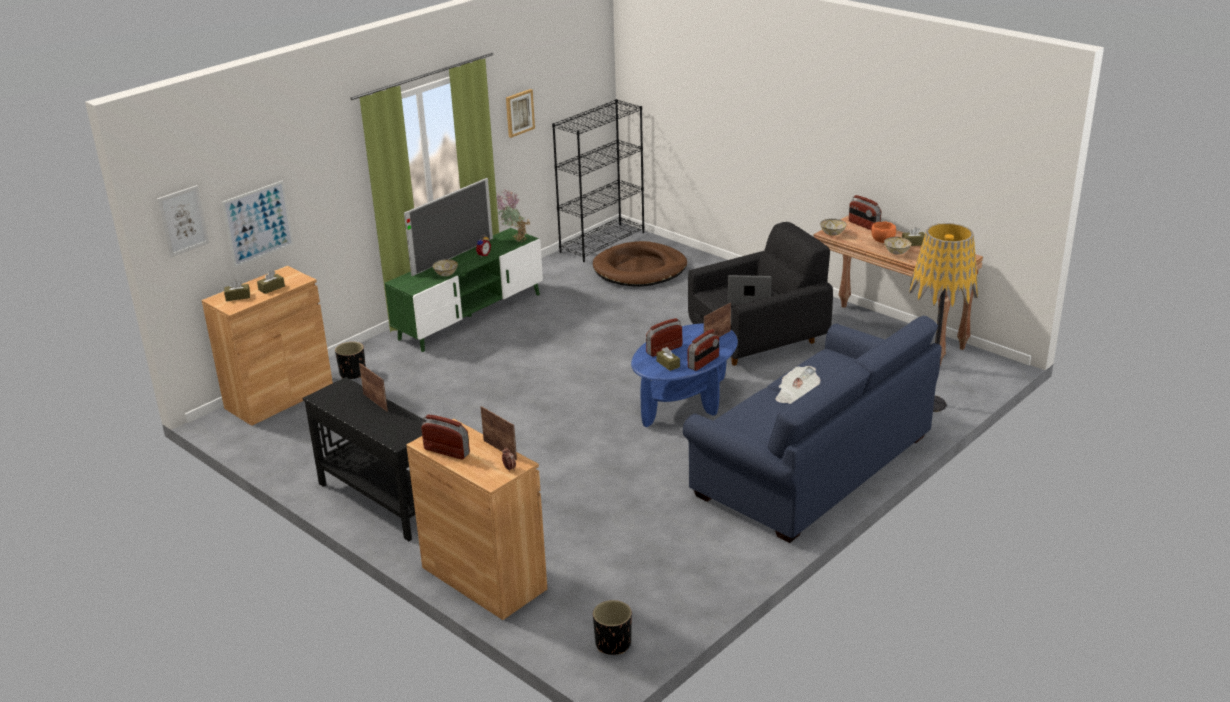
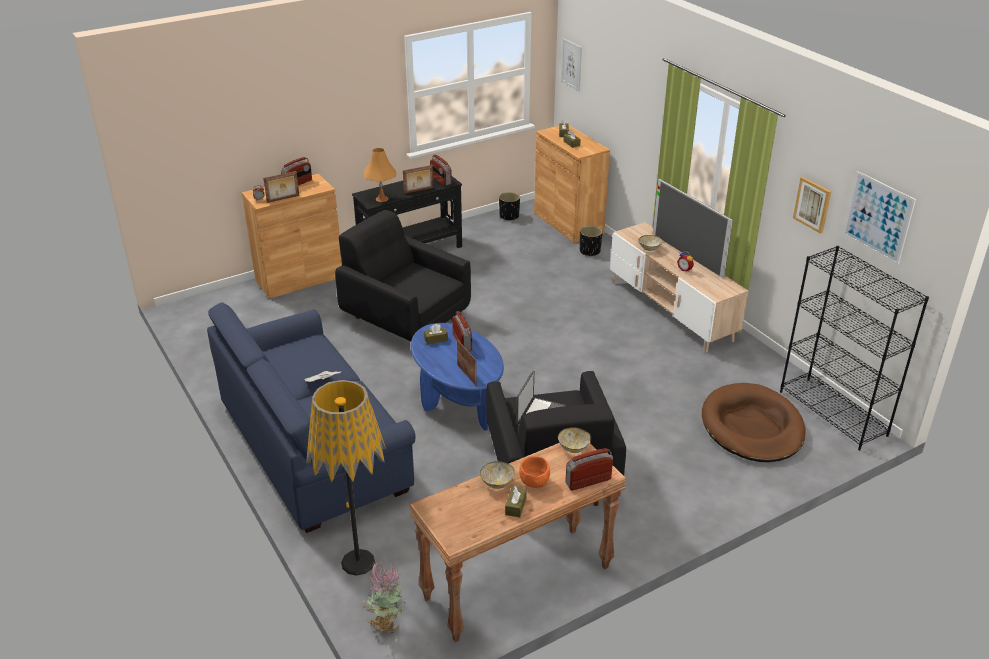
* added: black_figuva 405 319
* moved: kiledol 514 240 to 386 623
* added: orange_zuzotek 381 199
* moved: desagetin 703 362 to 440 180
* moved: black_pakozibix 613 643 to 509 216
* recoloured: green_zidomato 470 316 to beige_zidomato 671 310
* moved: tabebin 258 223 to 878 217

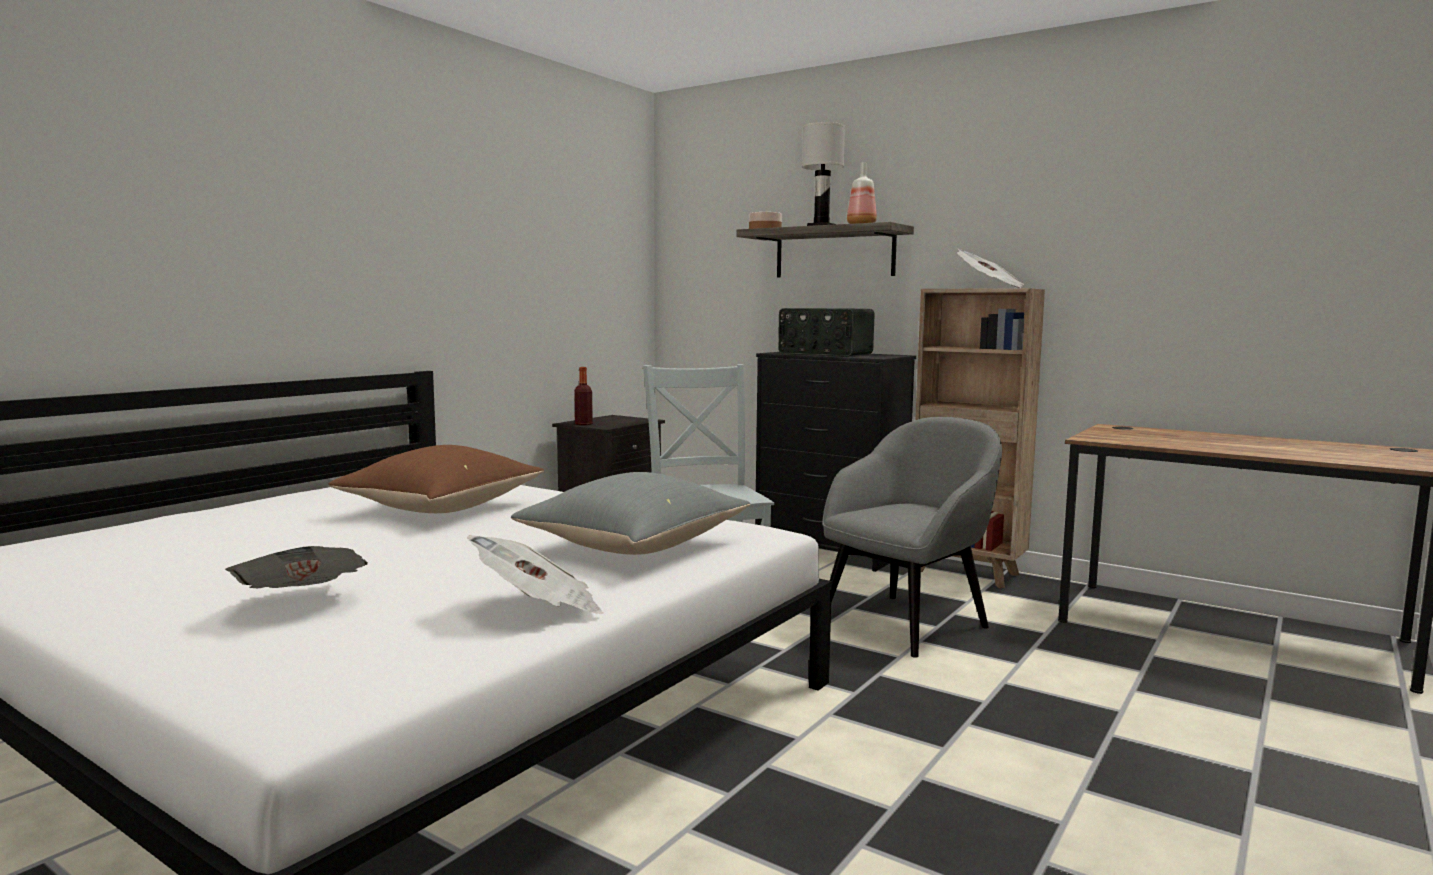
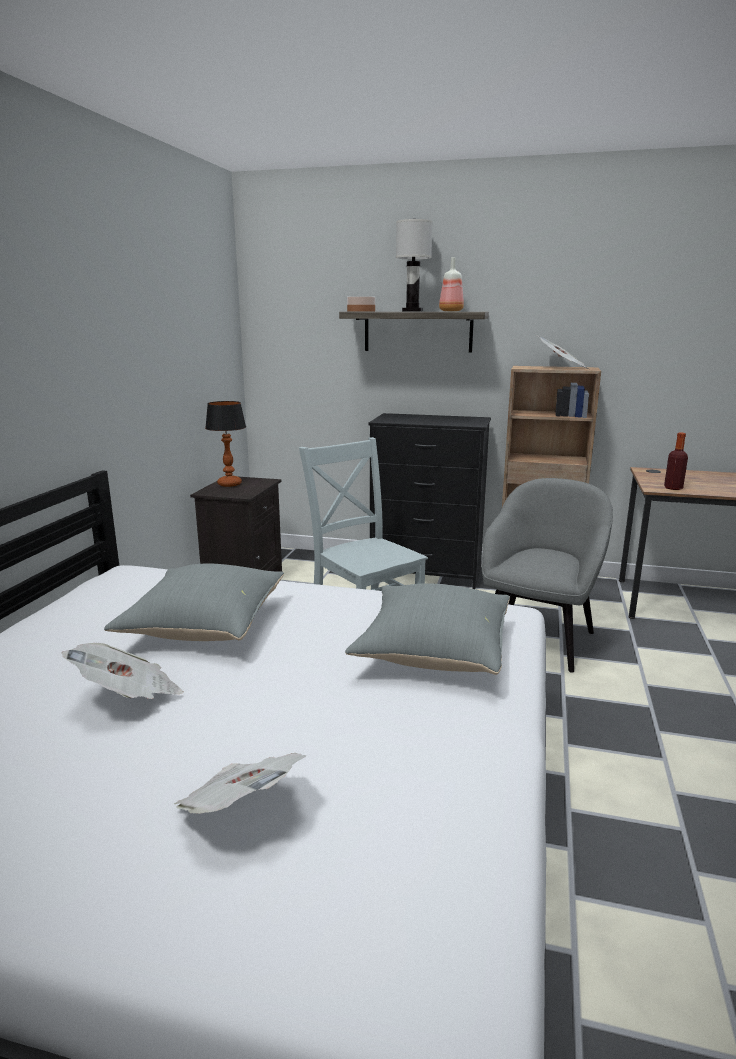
* moved: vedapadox 539 608 to 129 696
* recoloured: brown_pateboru 442 509 to grey_pateboru 204 626
* added: zuzotek 229 484
* moved: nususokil 583 424 to 673 488
* removed: desagetin 825 354

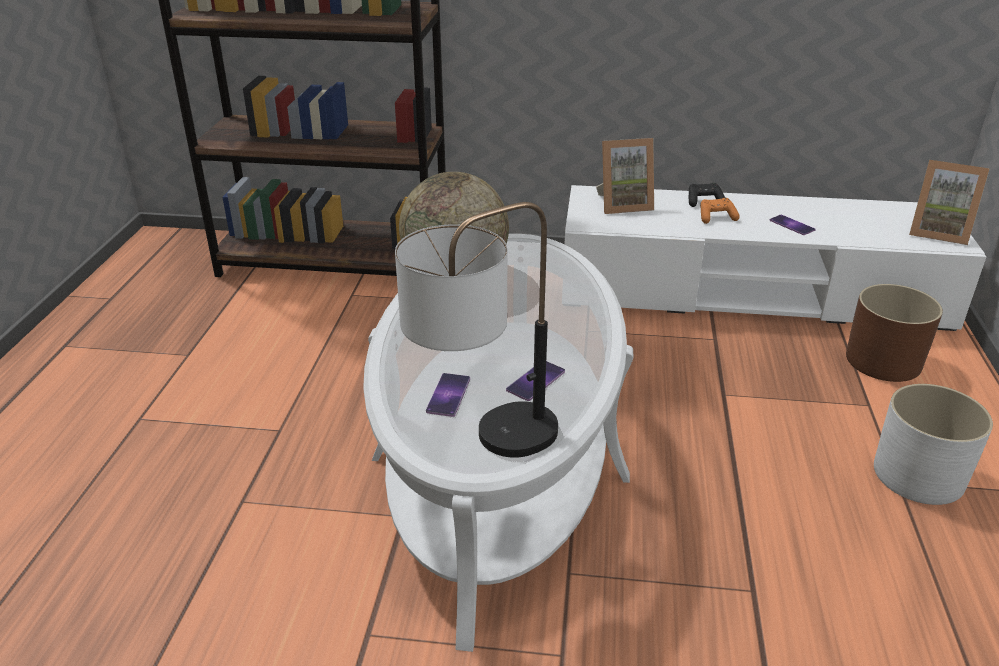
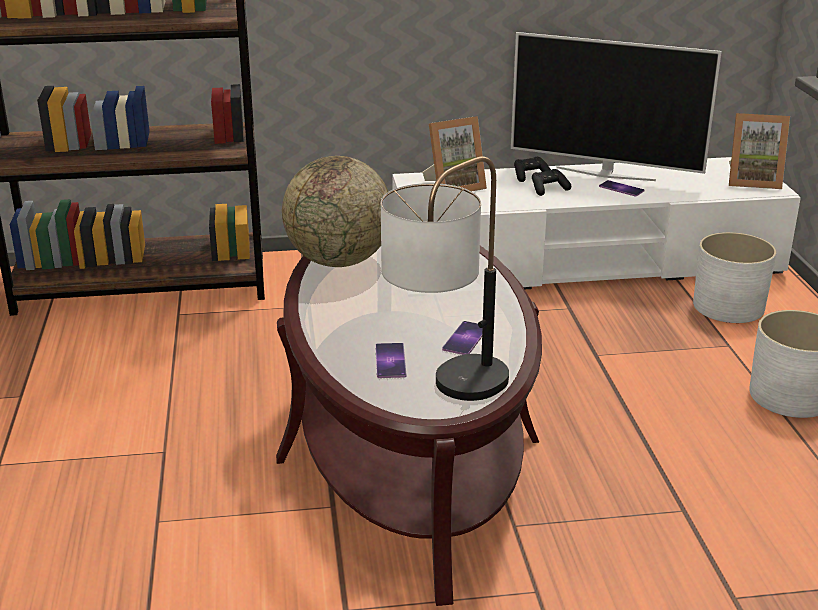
* recoloured: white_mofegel 499 466 to brown_mofegel 409 448
* added: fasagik 605 173
* recoloured: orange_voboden 716 218 to black_voboden 548 189
* recoloured: brown_pakozibix 883 361 to white_pakozibix 728 306

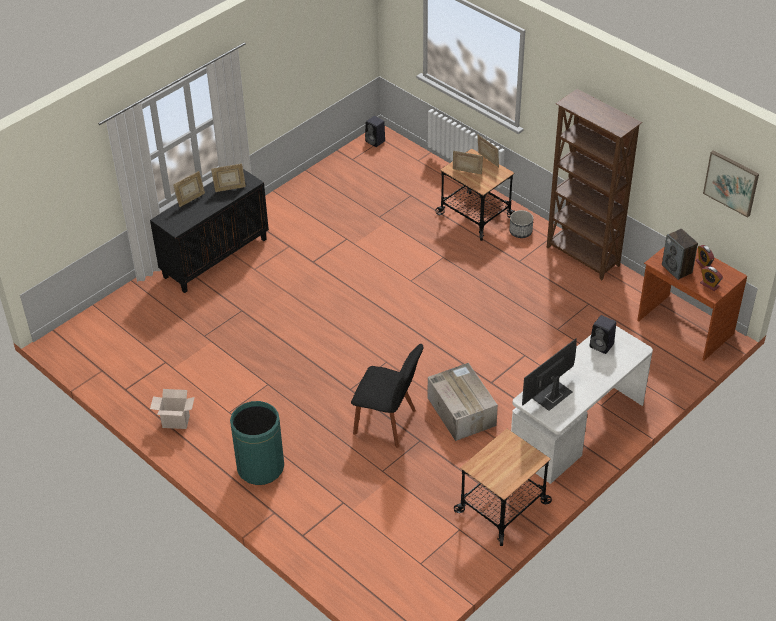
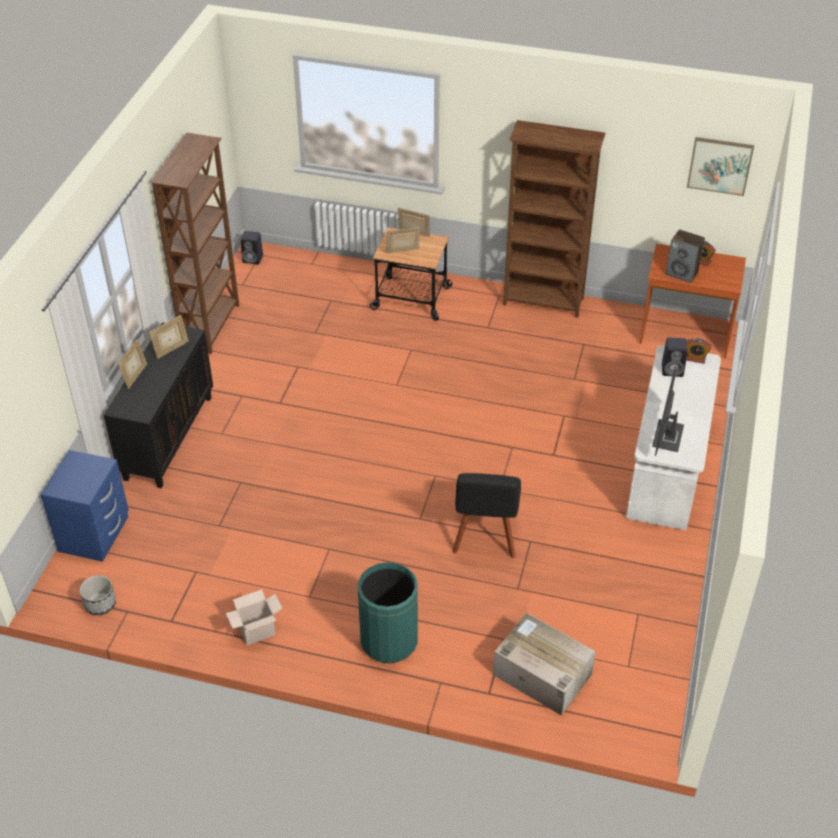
* added: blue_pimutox 95 534
* moved: pakozibix 520 232 to 100 604
* added: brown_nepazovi 211 326
* turned: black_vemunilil 388 423 = 485 537 105 degrees clockwise
* moved: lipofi 461 411 to 541 674
* moved: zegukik 709 285 to 695 358
* removed: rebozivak 503 508

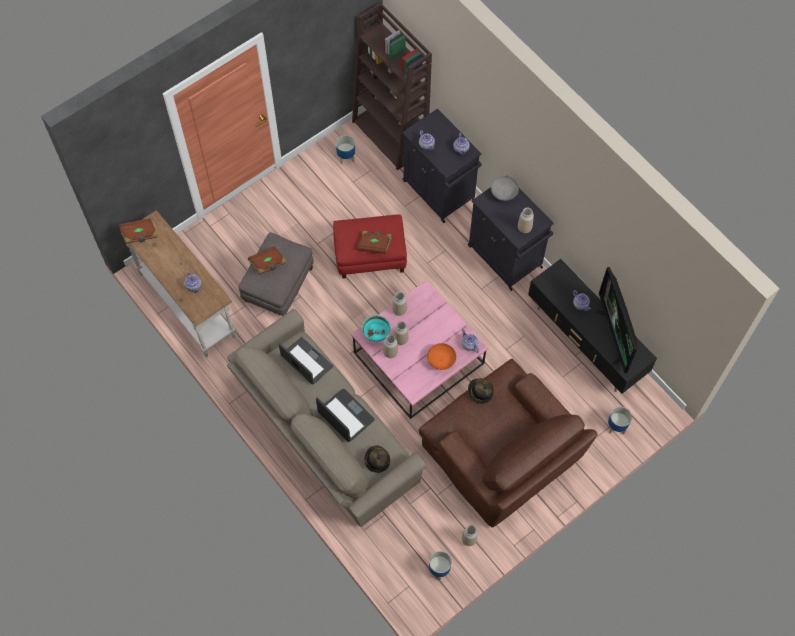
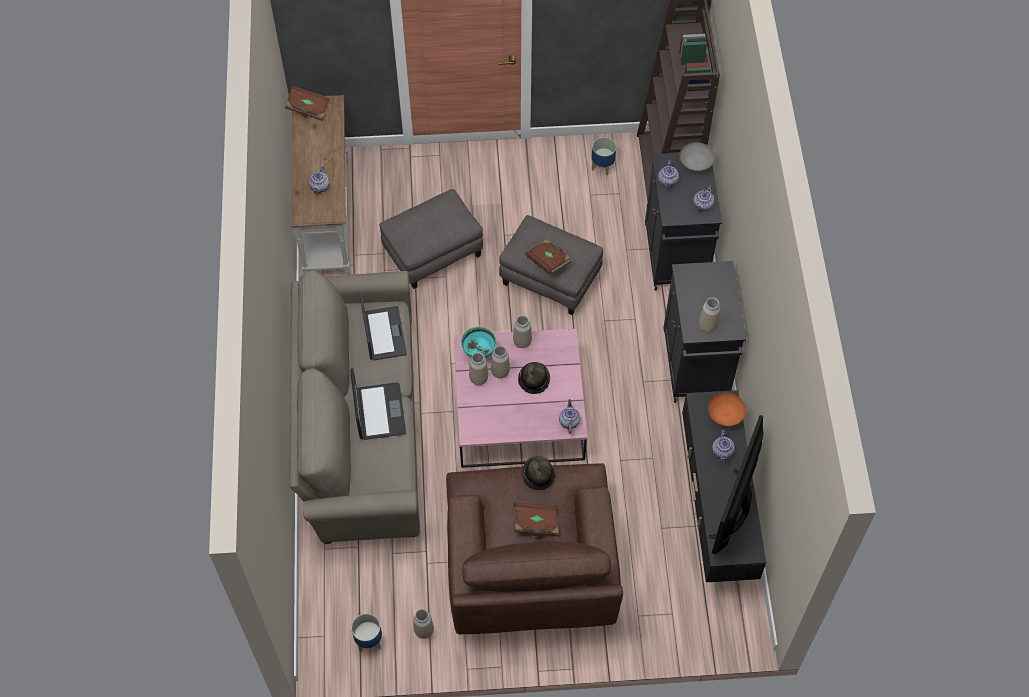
* recoloured: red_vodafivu 370 255 to grey_vodafivu 551 278
* moved: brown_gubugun 268 264 to 535 524
* moved: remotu 377 460 to 534 380
* moved: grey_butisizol 503 193 to 695 164
* moved: orange_butisizol 441 360 to 725 416
* removed: pakozibix 616 426

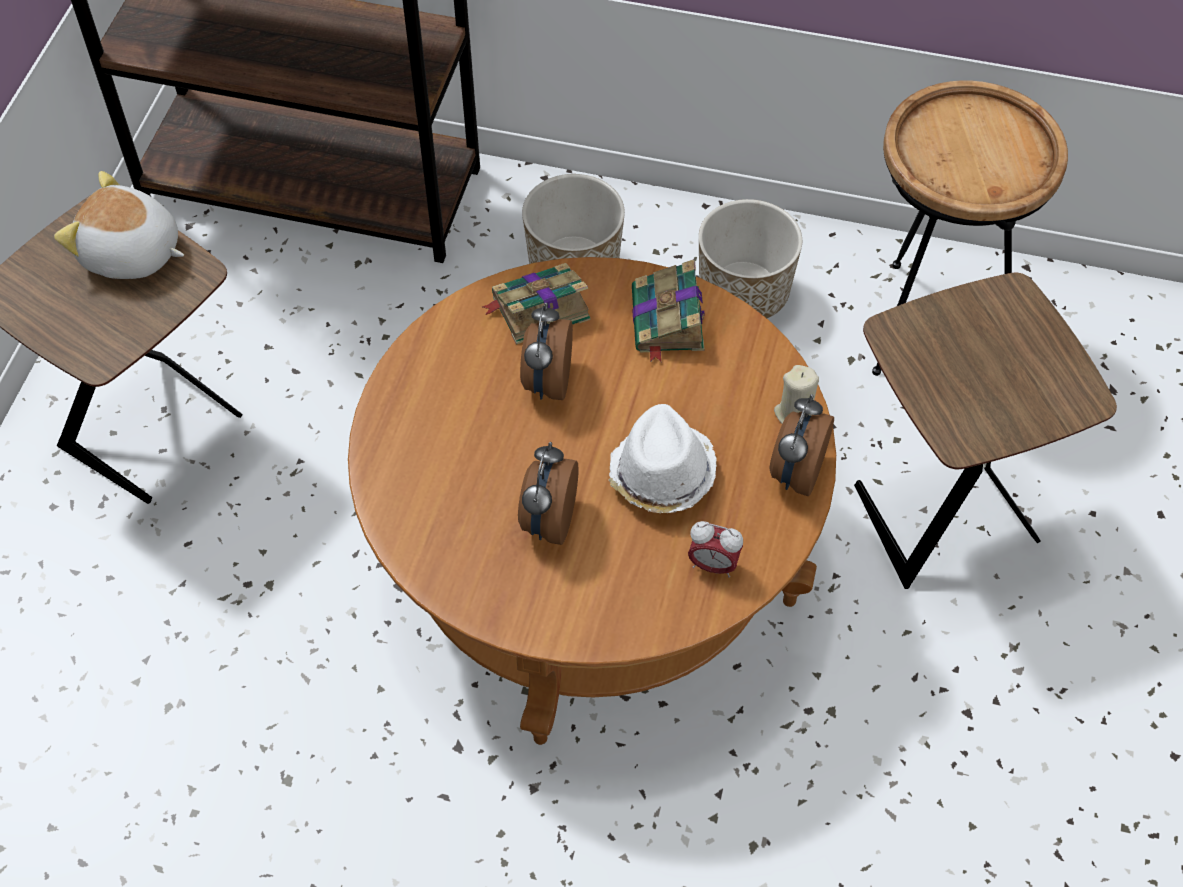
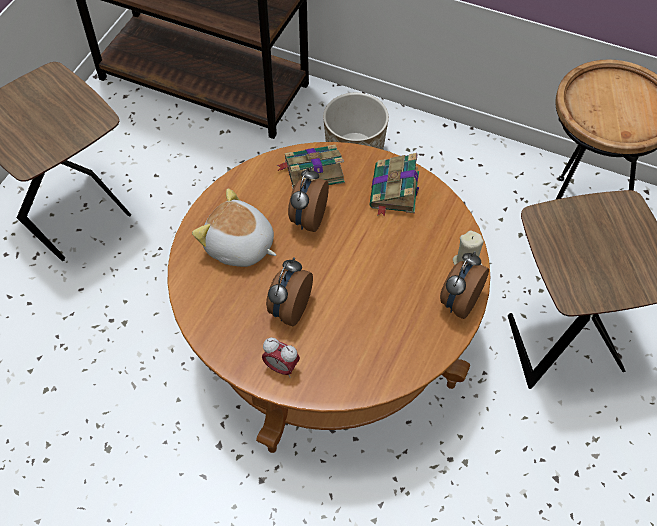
* moved: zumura 131 254 to 239 247
* moved: zegukik 713 565 to 281 367
* removed: white_remotu 661 474
* removed: pakozibix 744 293

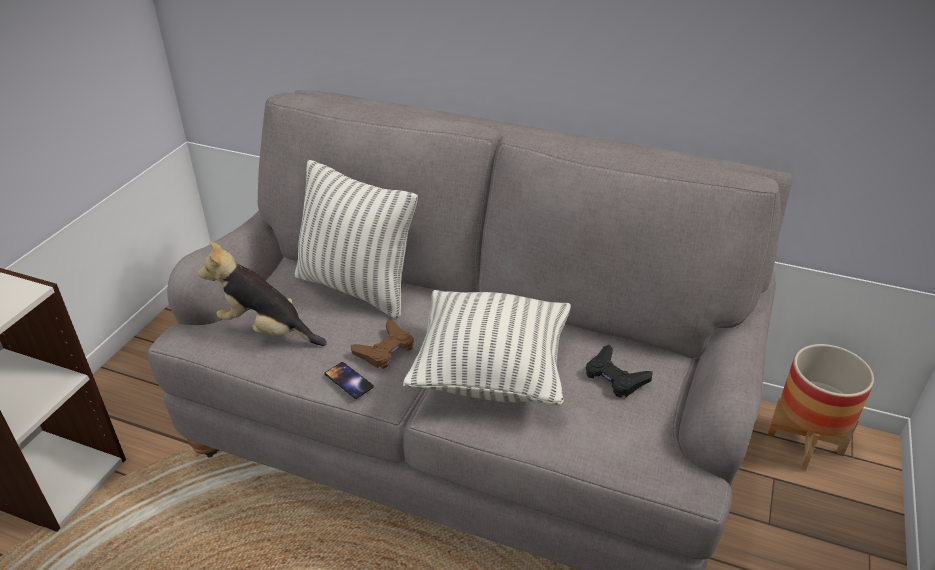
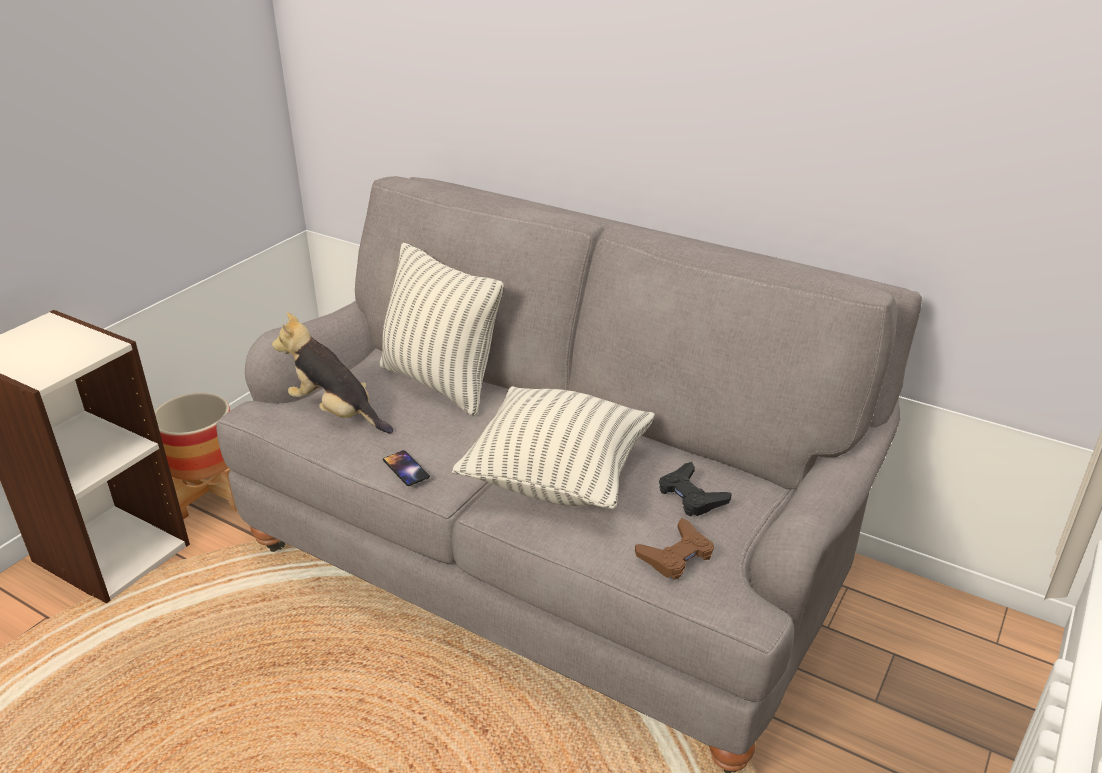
* moved: pakozibix 805 443 to 211 498
* moved: brown_voboden 385 349 to 676 555

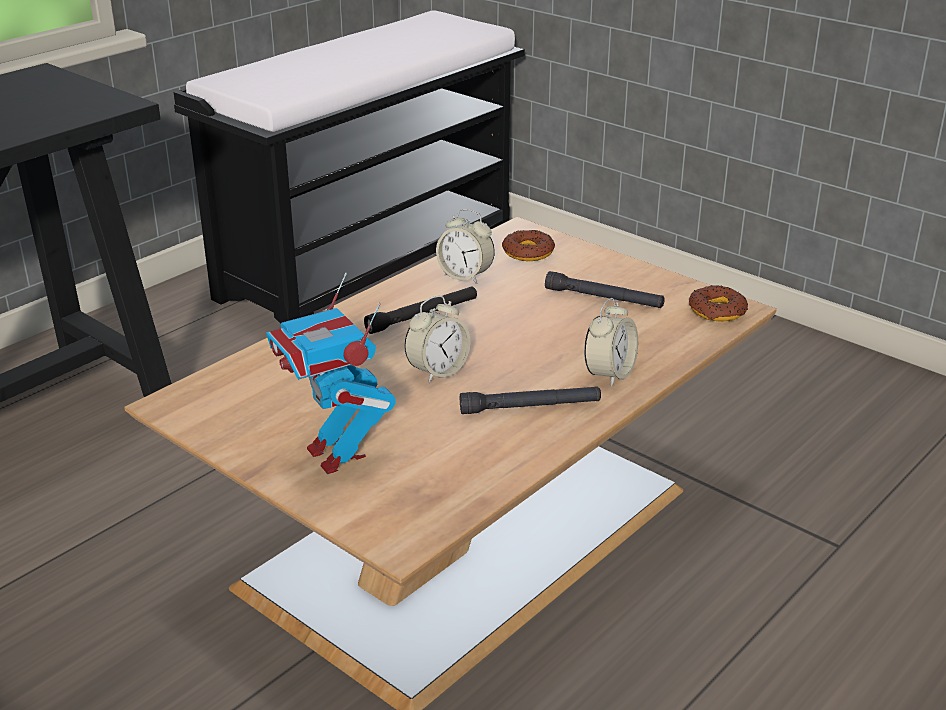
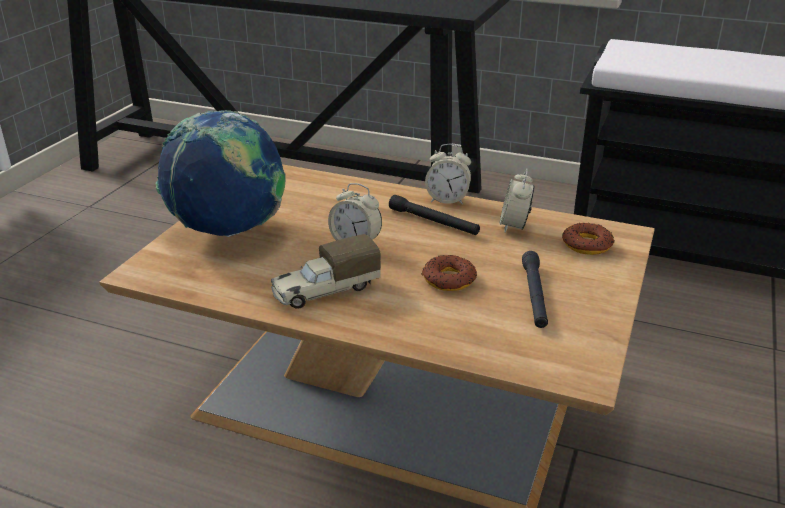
* replaced: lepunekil 336 455 to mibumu 229 231
* replaced: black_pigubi 530 407 to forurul 325 291
* moved: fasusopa 717 311 to 449 279
* moved: zegukik 609 374 to 447 200

